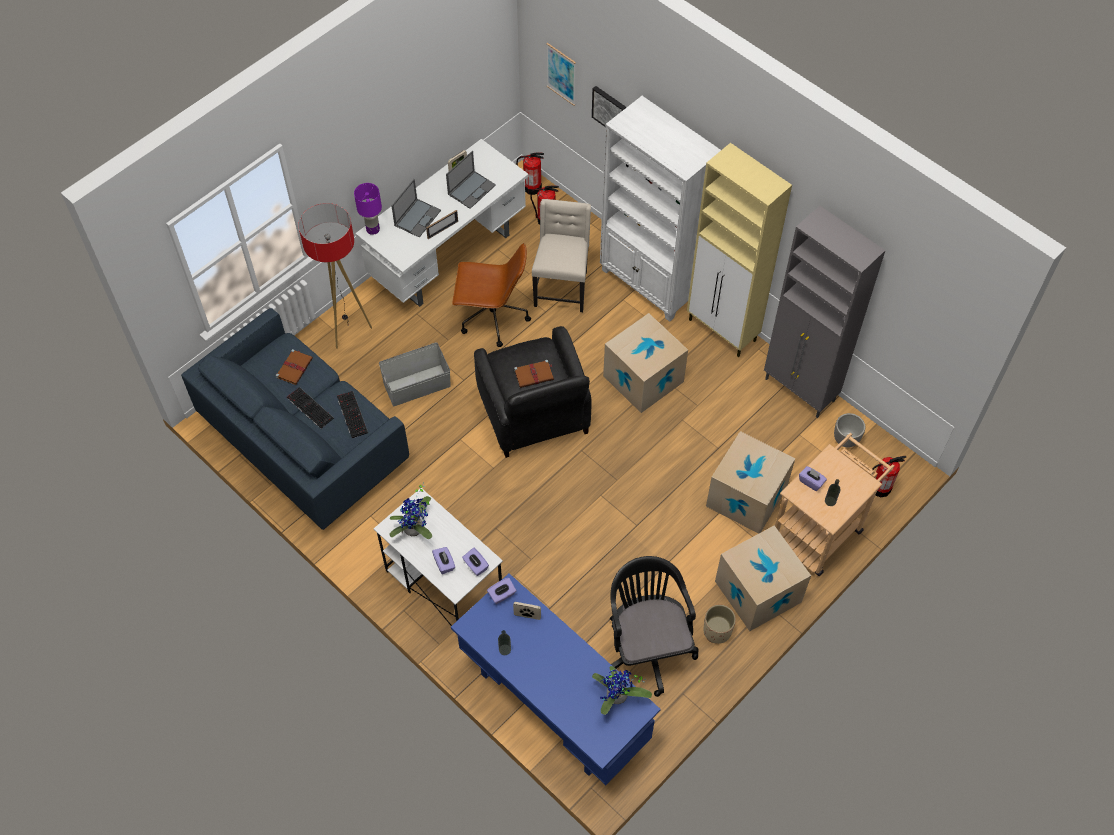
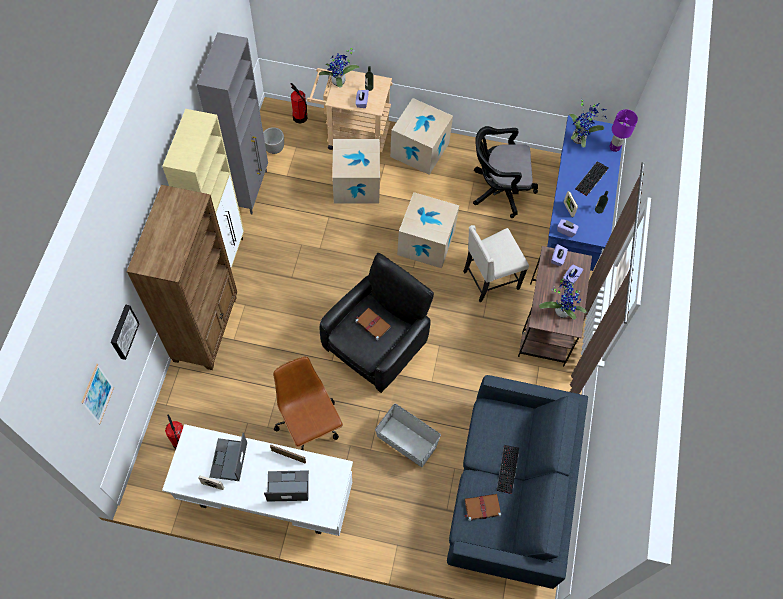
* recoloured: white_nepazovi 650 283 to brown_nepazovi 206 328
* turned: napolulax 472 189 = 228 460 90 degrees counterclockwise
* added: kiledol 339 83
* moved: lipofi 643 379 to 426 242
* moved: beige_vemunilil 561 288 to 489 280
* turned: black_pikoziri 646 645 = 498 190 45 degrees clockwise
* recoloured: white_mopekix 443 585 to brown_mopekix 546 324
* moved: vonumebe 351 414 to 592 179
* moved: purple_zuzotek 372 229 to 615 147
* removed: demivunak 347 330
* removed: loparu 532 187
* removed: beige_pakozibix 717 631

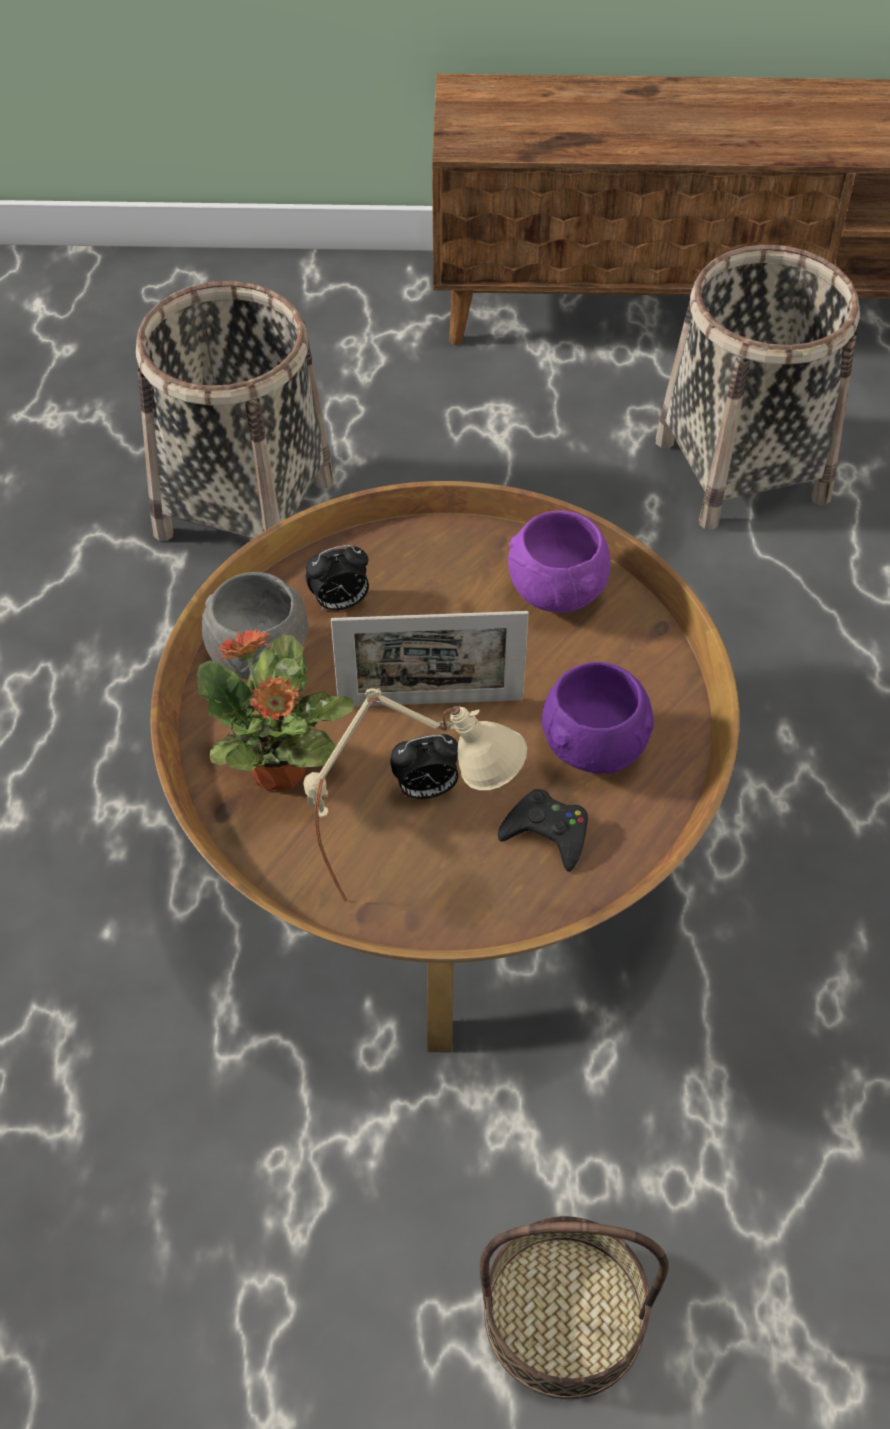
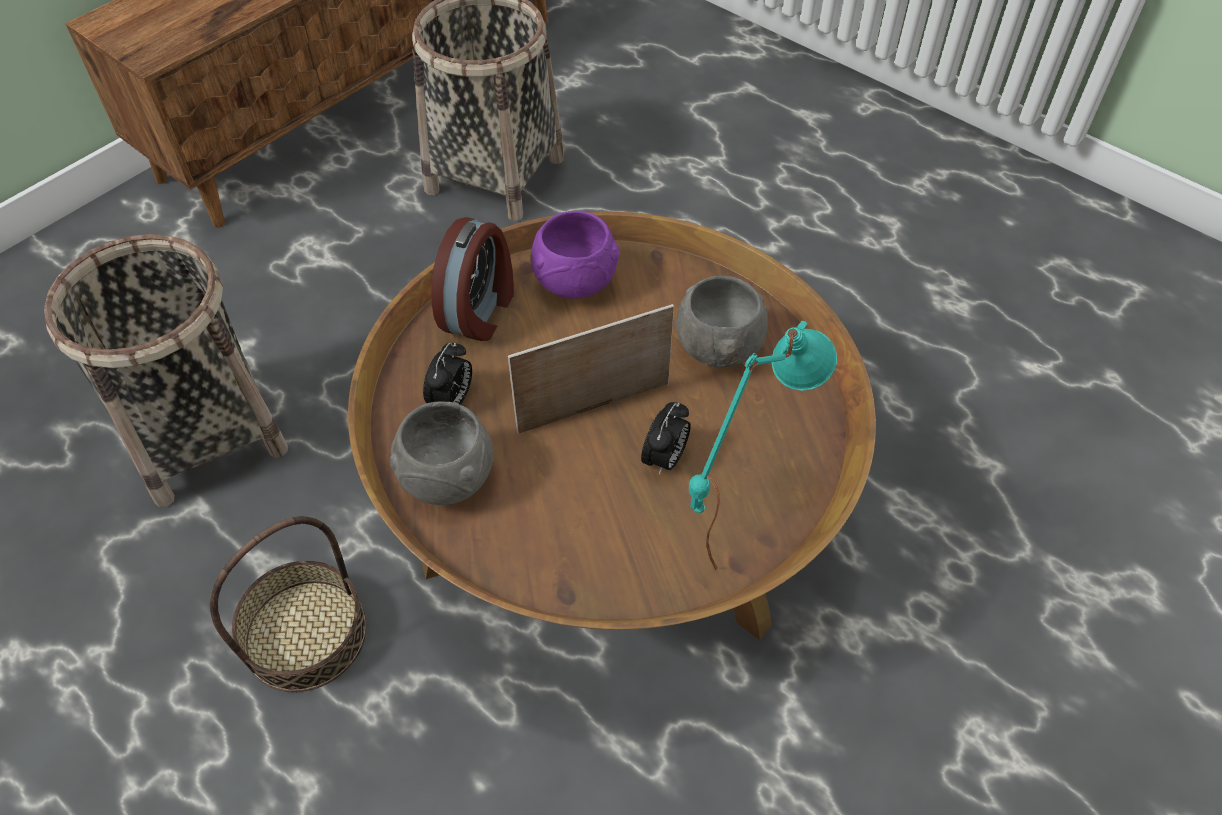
* moved: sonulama 564 1314 to 305 634
* added: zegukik 480 311
* turned: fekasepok 430 702 = 594 407 150 degrees counterclockwise
* recoloured: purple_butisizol 591 750 to grey_butisizol 718 352
* recoloured: beige_zuzotek 416 882 to turquoise_zuzotek 738 516
* removed: kiledol 279 773
* removed: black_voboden 547 833

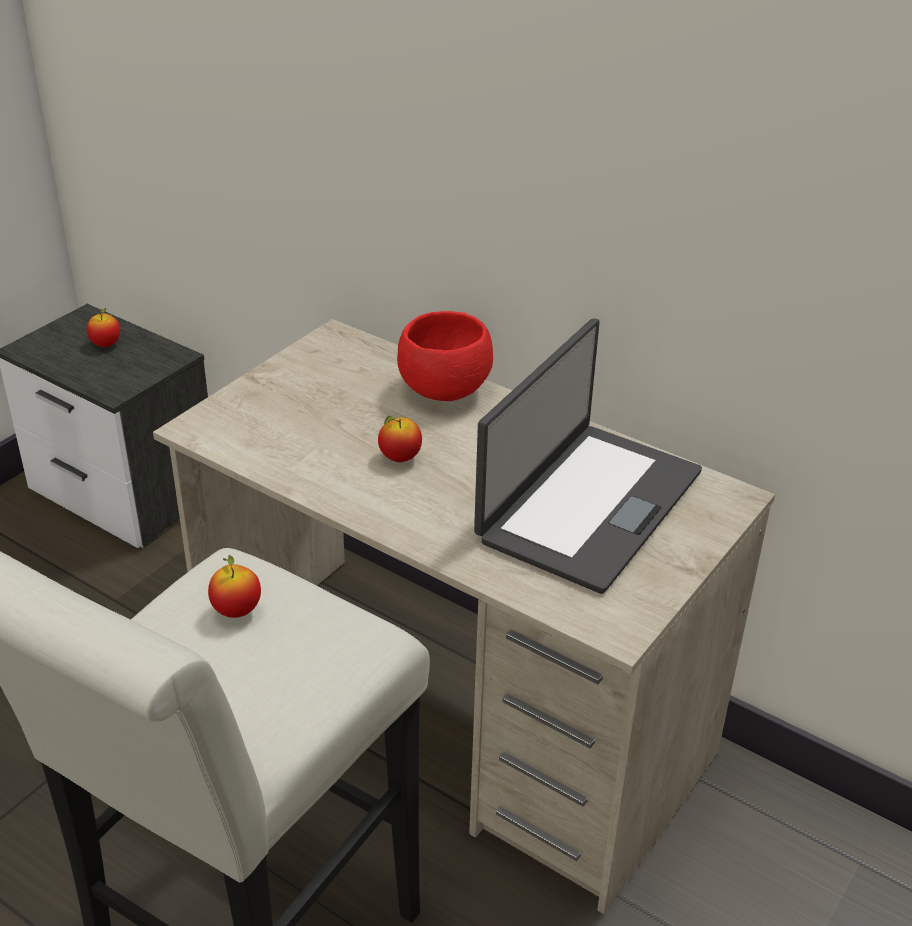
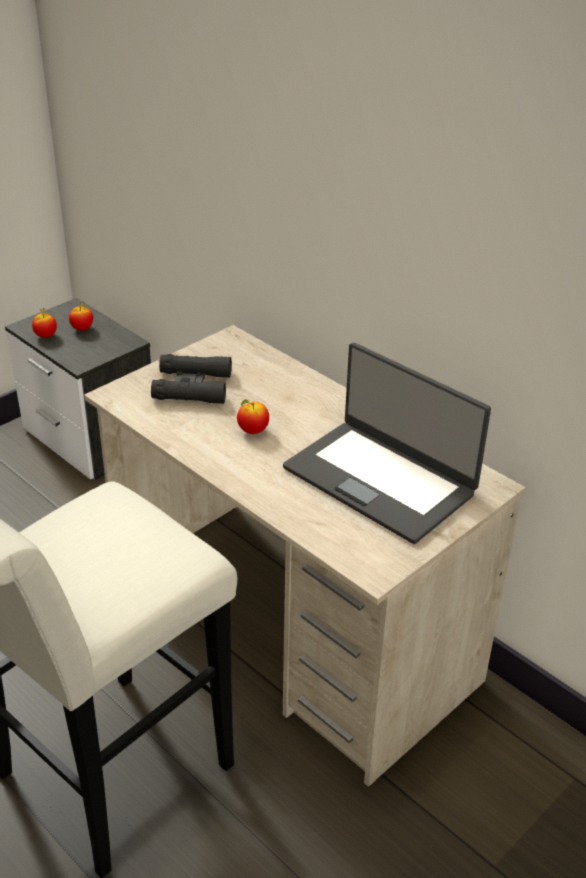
* moved: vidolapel 236 610 to 46 336
* added: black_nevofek 192 386
* turned: napolulax 587 505 = 380 479 90 degrees clockwise
* removed: red_butisizol 444 391

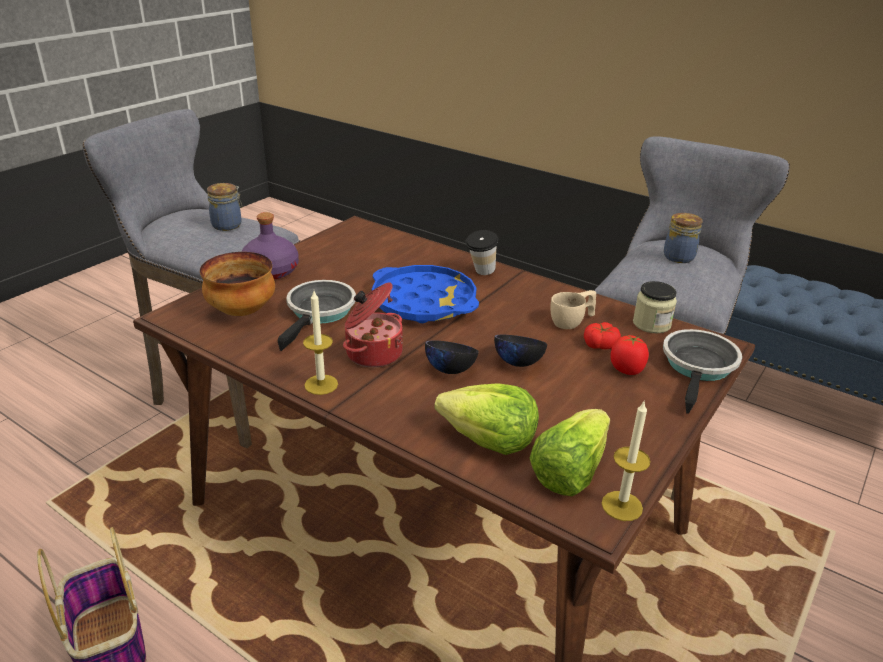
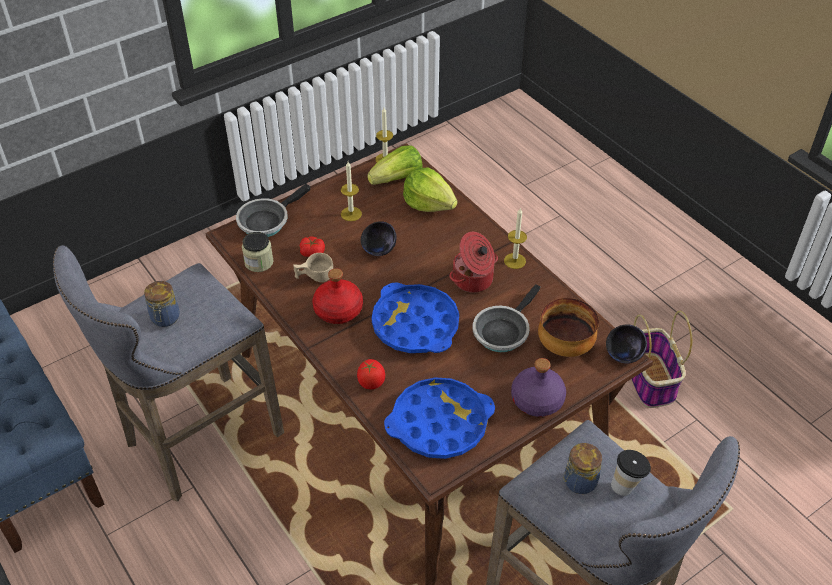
* added: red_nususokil 338 310
* added: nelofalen 351 214
* moved: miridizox 627 370 to 371 383
* added: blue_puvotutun 439 423
* moved: black_butisizol 450 369 to 623 355
* moved: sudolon 480 273 to 626 485

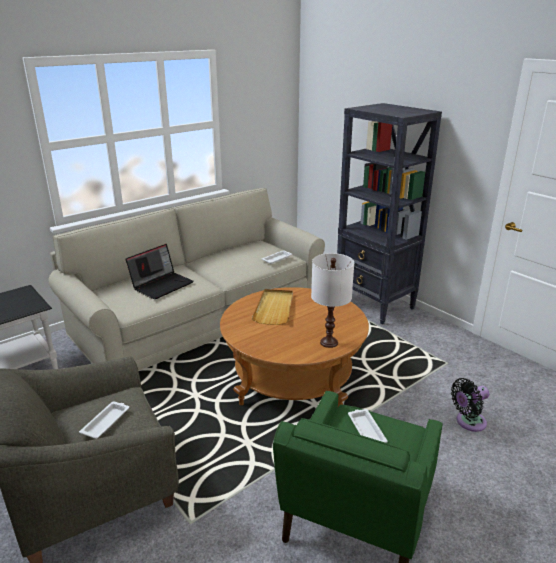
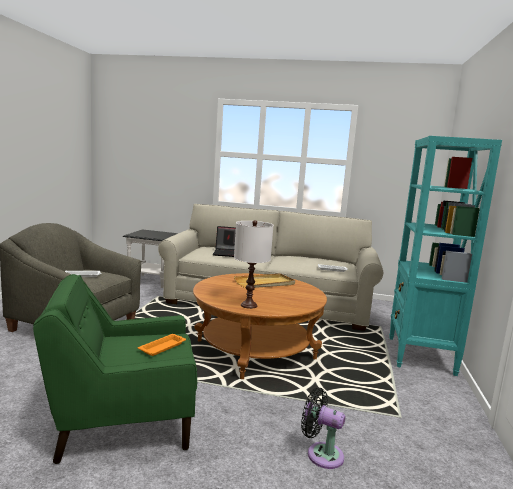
* recoloured: white_puvotutun 366 429 to orange_puvotutun 163 347
* recoloured: black_nepazovi 375 304 to turquoise_nepazovi 420 355

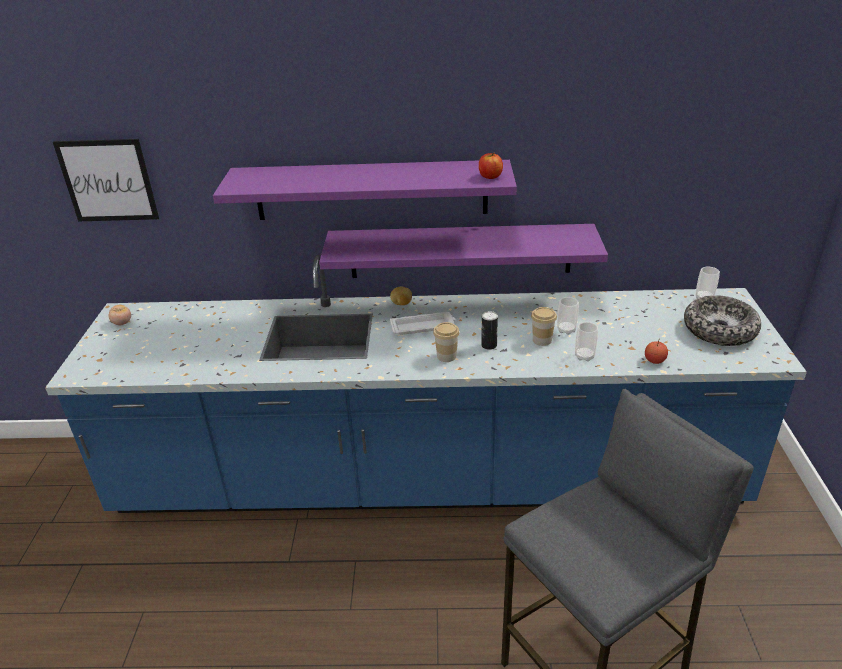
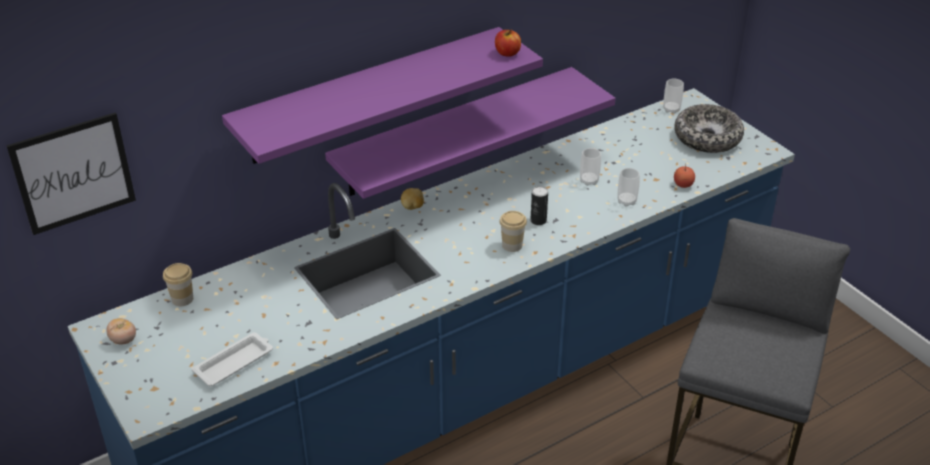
* moved: sudolon 542 340 to 182 299
* moved: white_puvotutun 423 327 to 235 363

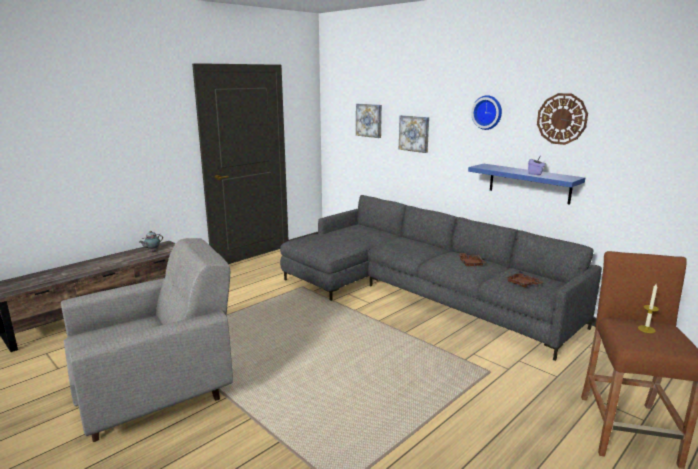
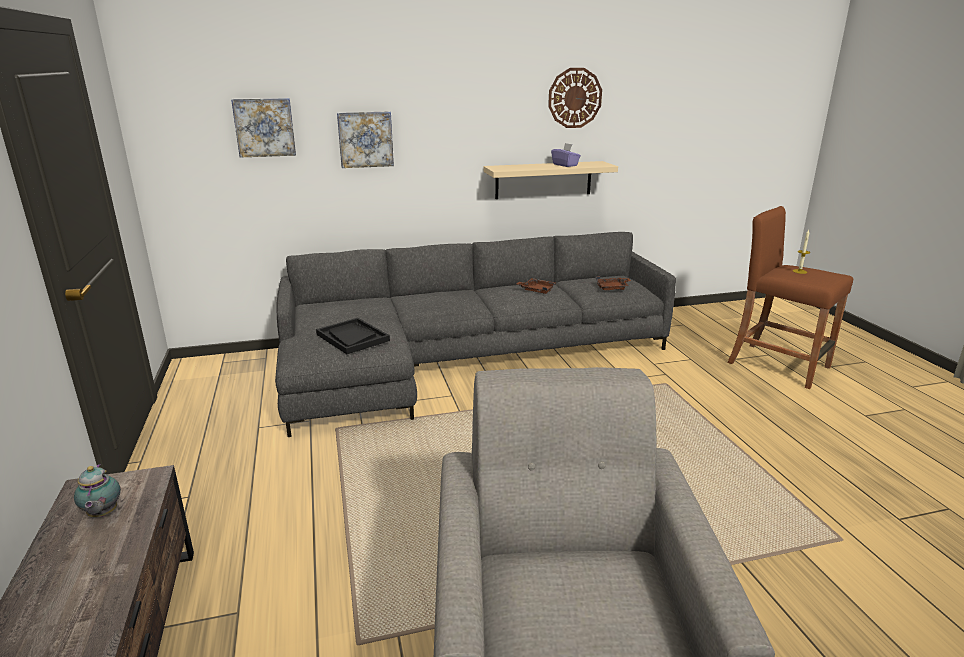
* added: black_puvotutun 352 337
* recoloured: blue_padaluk 529 183 to beige_padaluk 543 180
* removed: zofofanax 488 112

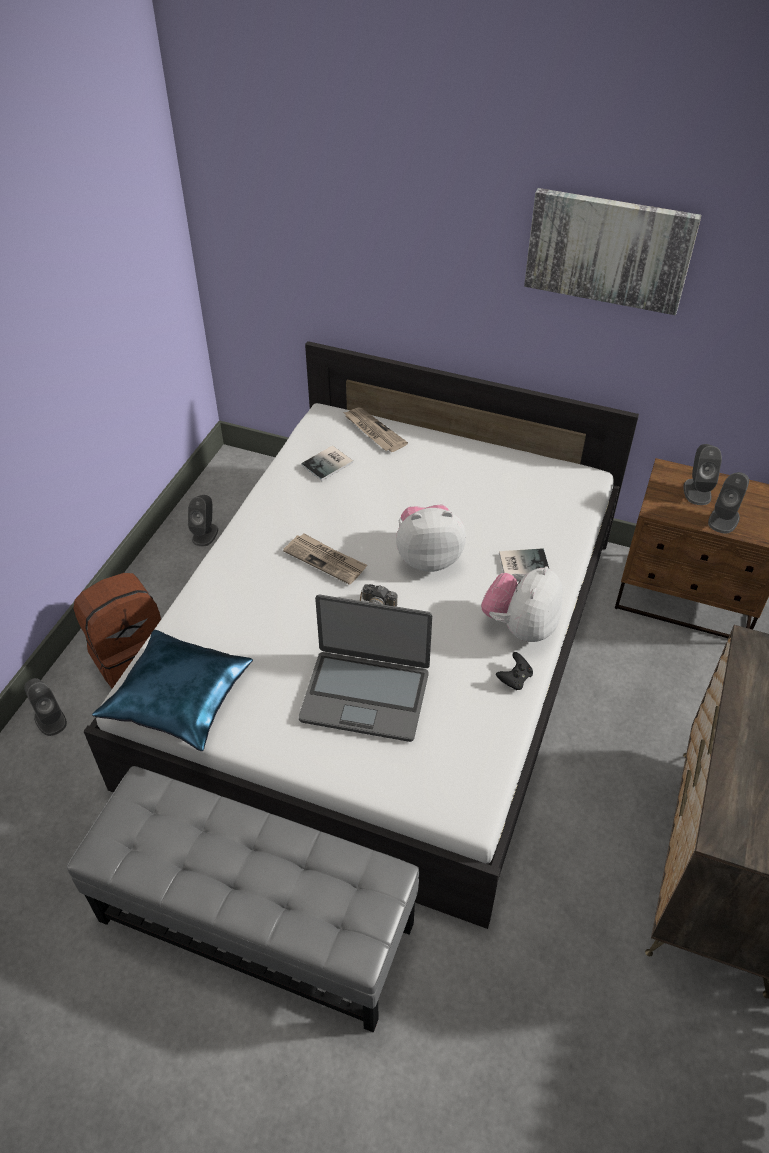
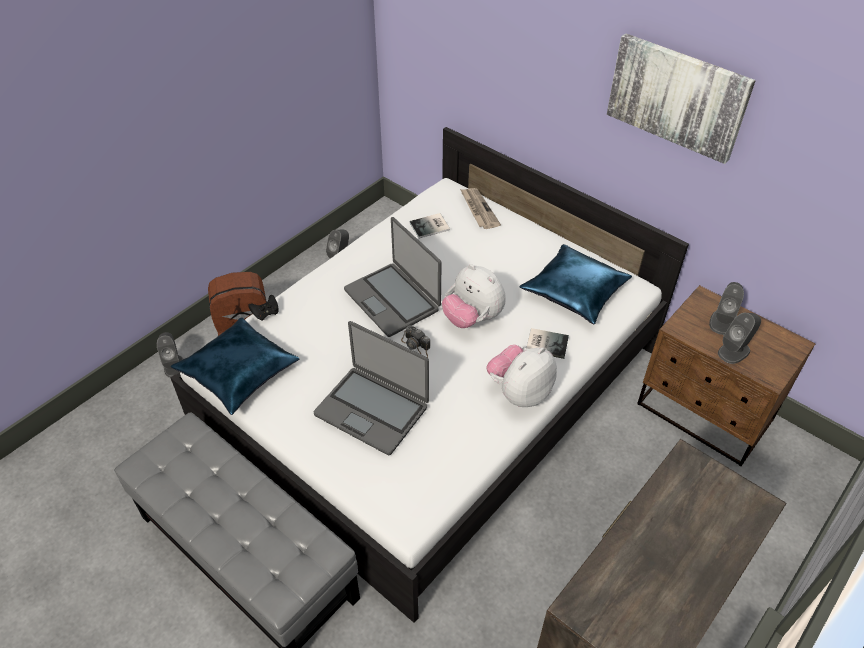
* moved: black_voboden 514 679 to 266 313
* replaced: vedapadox 326 560 to napolulax 393 299
* turned: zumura 428 557 = 472 318 150 degrees counterclockwise
* added: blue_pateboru 575 291

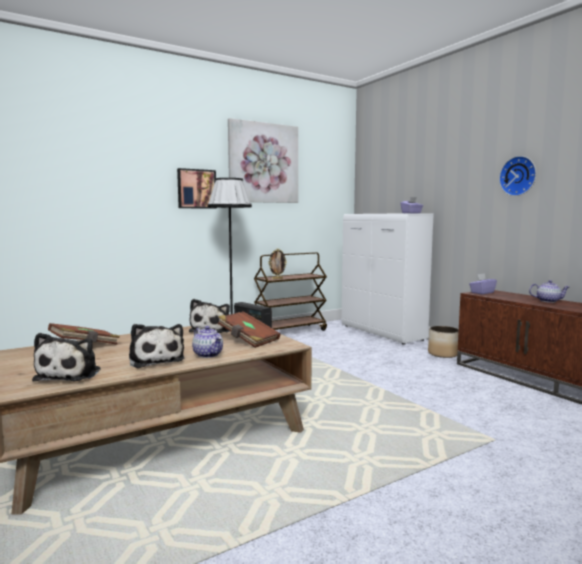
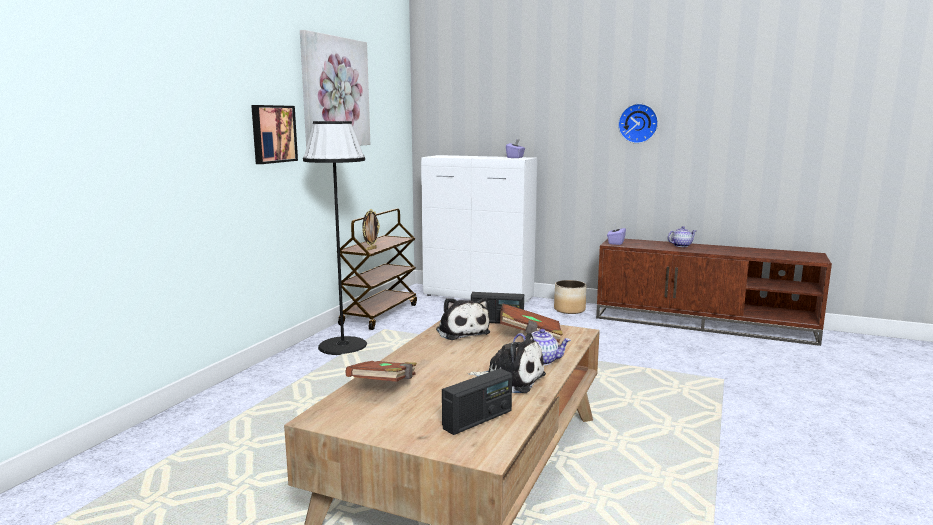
* replaced: zumura 71 374 to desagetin 478 420

